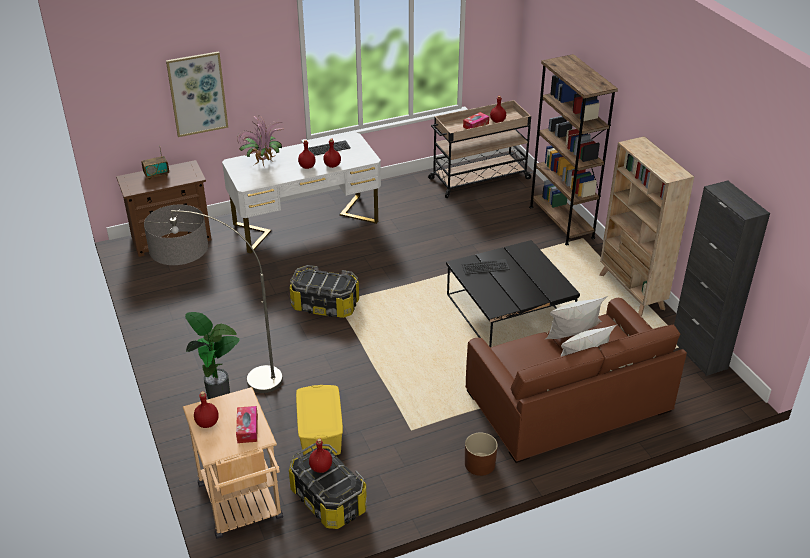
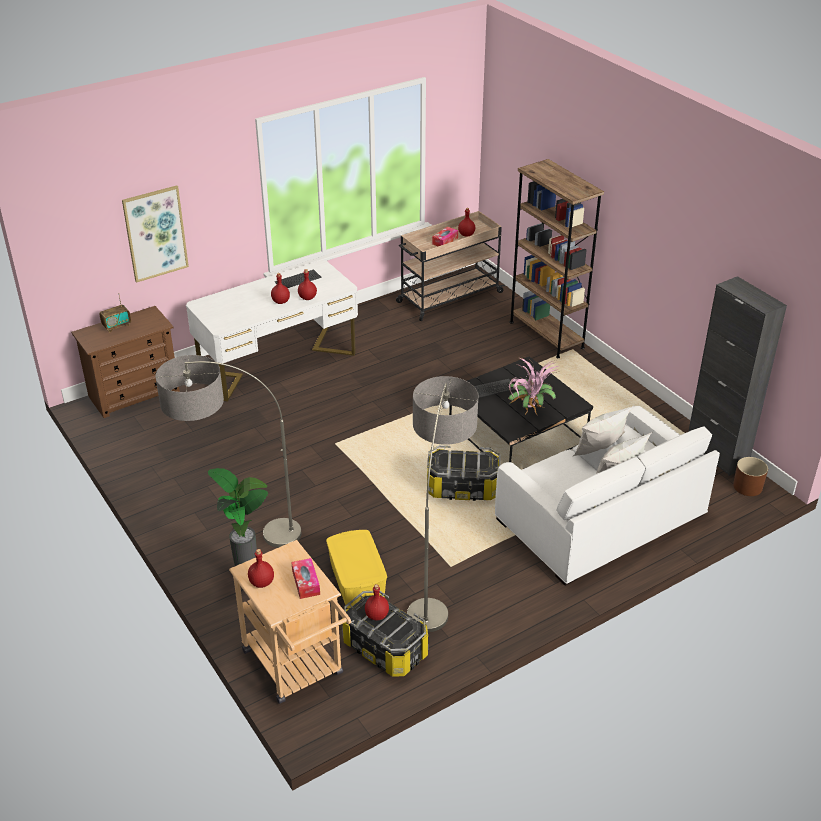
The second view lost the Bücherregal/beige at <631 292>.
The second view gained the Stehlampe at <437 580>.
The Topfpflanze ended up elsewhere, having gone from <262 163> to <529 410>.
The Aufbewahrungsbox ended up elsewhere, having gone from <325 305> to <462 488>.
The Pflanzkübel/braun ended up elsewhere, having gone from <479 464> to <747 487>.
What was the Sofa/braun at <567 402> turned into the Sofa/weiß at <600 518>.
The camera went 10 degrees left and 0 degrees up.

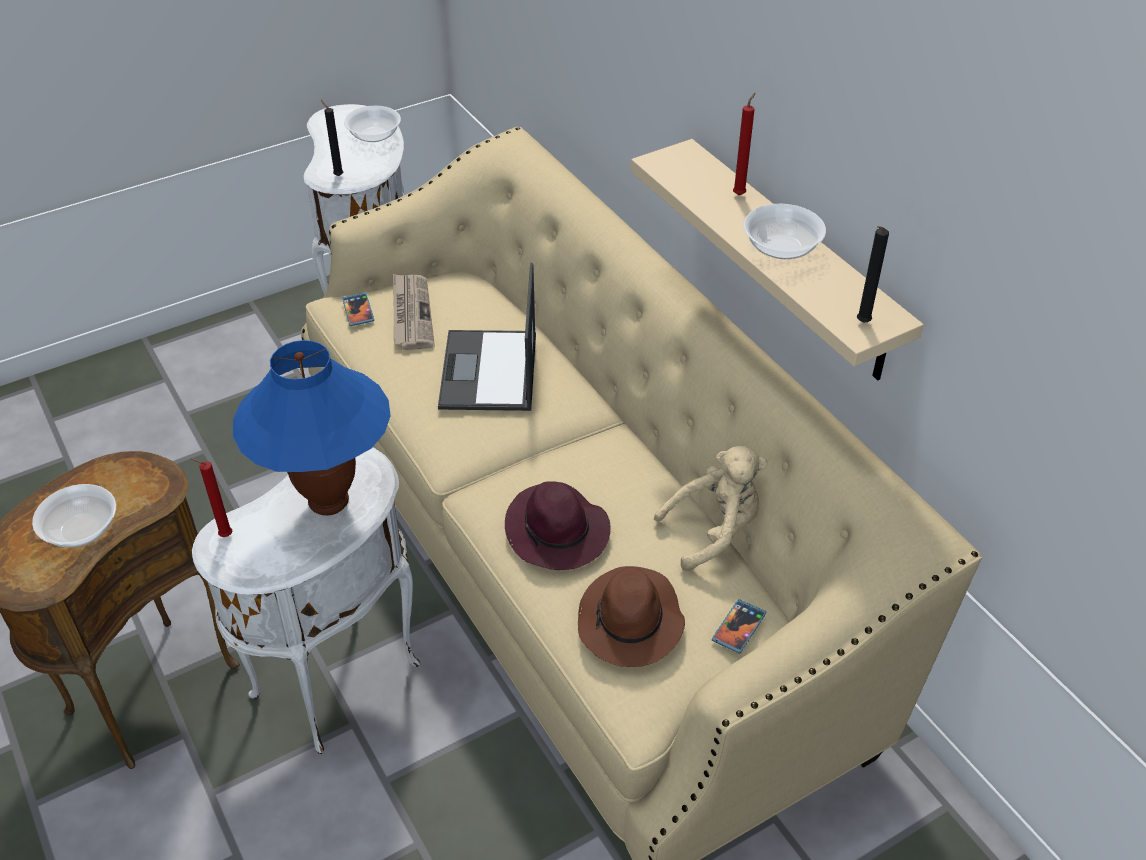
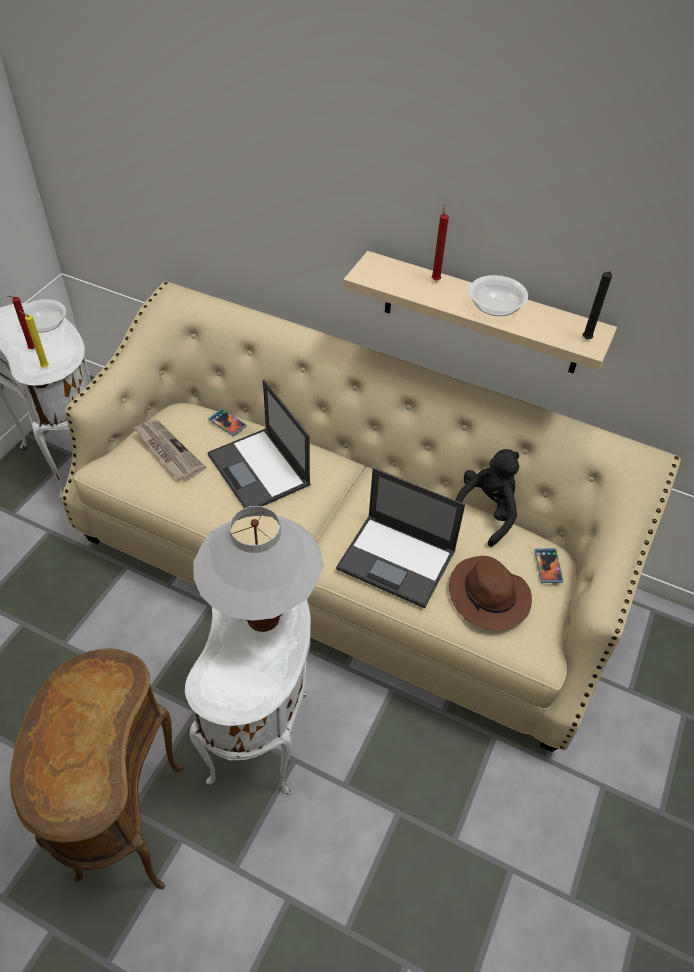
The second view lost the Schüssel at <81 530>.
The Kerze/rot ended up elsewhere, having gone from <224 536> to <31 349>.
The Handy ended up elsewhere, having gone from <358 311> to <227 423>.
Where the Hut/lila stood at <558 532>, the Laptop came to stand at <397 560>.
What was the Tischlampe/blau at <329 502> turned into the Tischlampe/weiß at <264 618>.
What was the Kerze/schwarz at <337 175> turned into the Kerze/gelb at <43 367>.
What was the Plüschtier/beige at <714 531> turned into the Plüschtier/schwarz at <485 512>.
The camera went 35 degrees left and 5 degrees up.

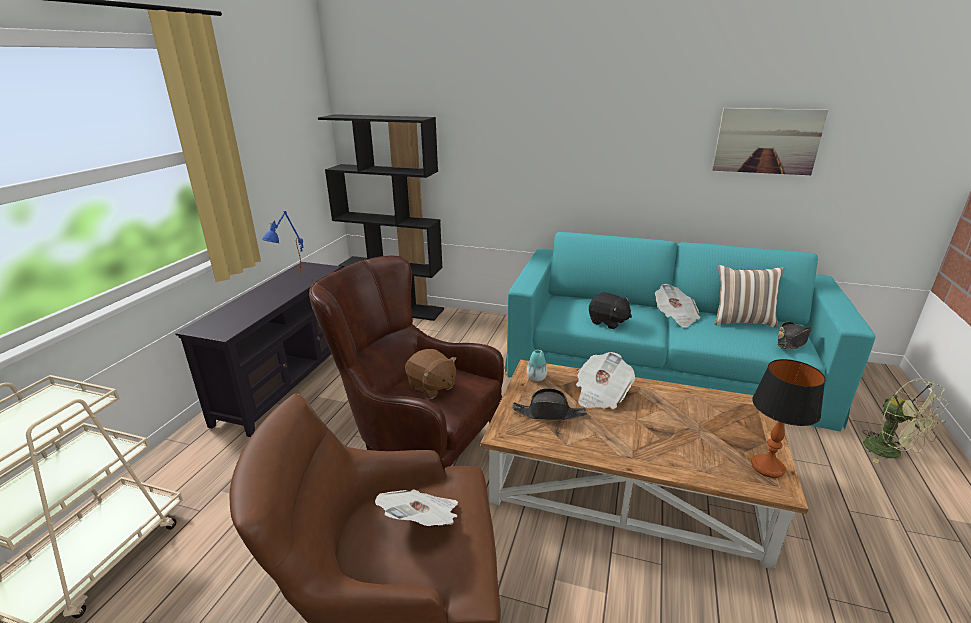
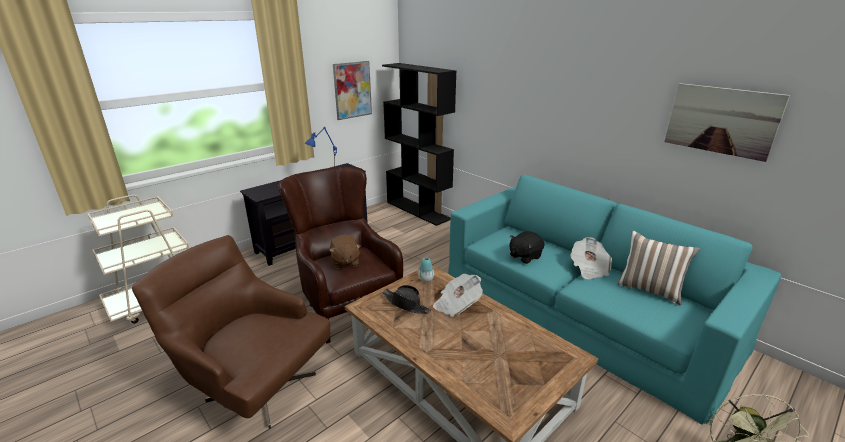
The second view lost the Zeitung at <422 522>.
The second view lost the Tischlampe at <767 467>.
The second view lost the Hut/schwarz at <792 341>.
The second view gained the Bild at <352 90>.
The Plüschtier/schwarz at <608 322> ended up facing another way, 75 degrees clockwise from before.
The camera went 30 degrees right and 0 degrees up.

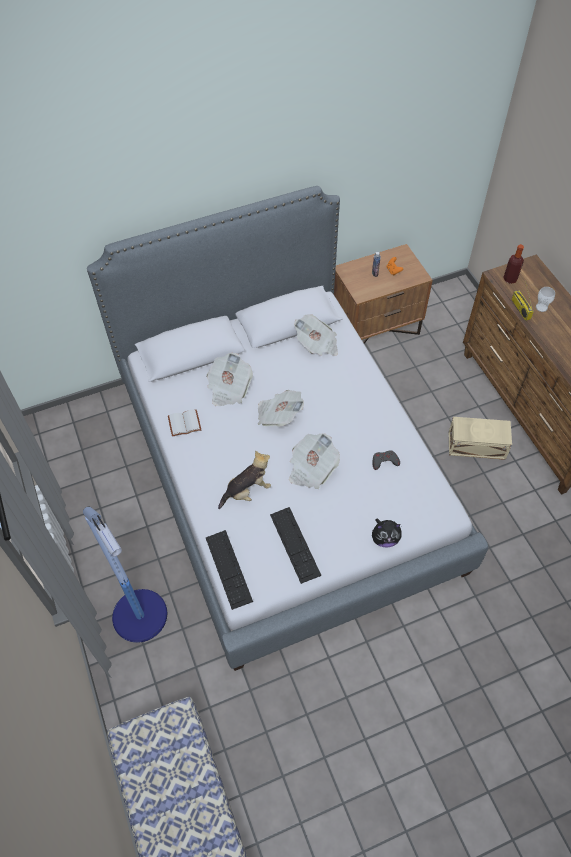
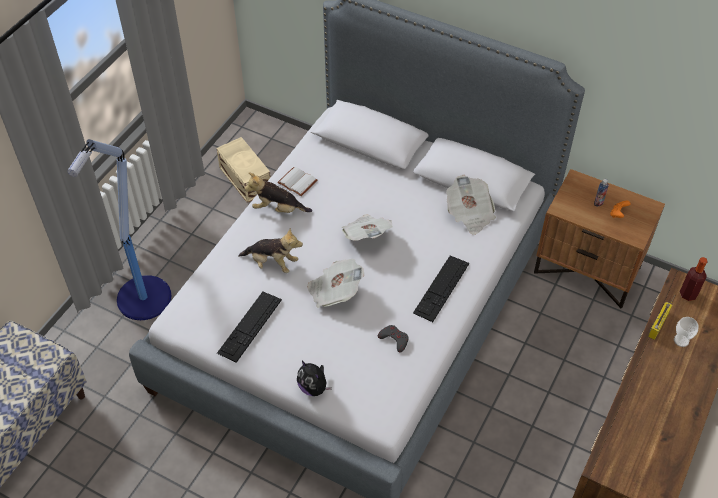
The second view lost the Zeitung at <228 388>.
The second view gained the Plüschtier at <278 209>.
The Tastatur ended up elsewhere, having gone from <228 569> to <441 288>.
The Aufbewahrungsbox/beige ended up elsewhere, having gone from <475 444> to <245 178>.
The camera went 50 degrees right and 5 degrees down.

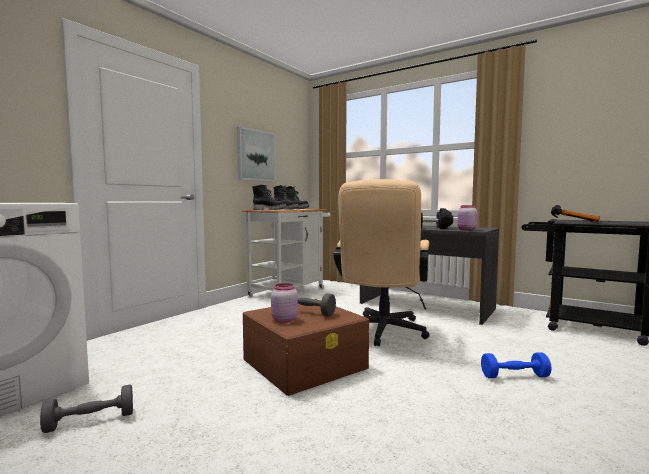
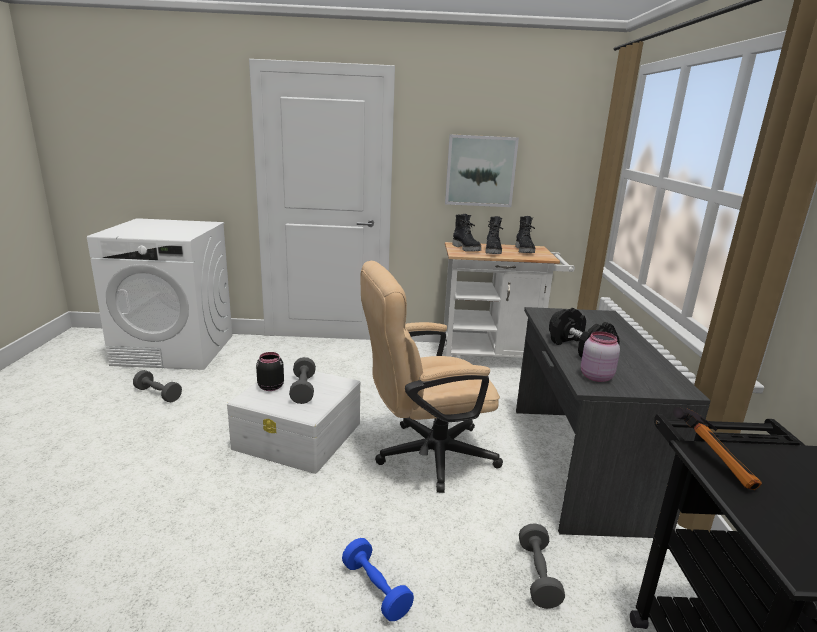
The second view gained the Hantel/grau at <538 575>.
What was the Aufbewahrungsbox/braun at <305 363> turned into the Aufbewahrungsbox/weiß at <299 436>.
What was the Vorratsglas/rosa at <283 320> turned into the Vorratsglas/schwarz at <270 387>.
The camera went 55 degrees right and 15 degrees up.

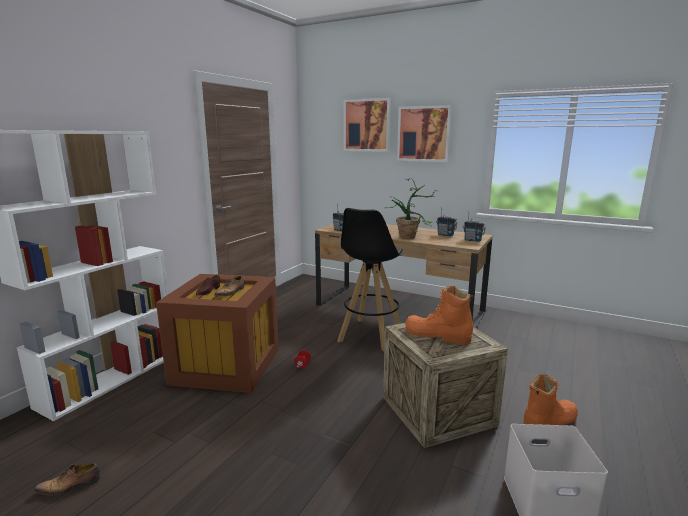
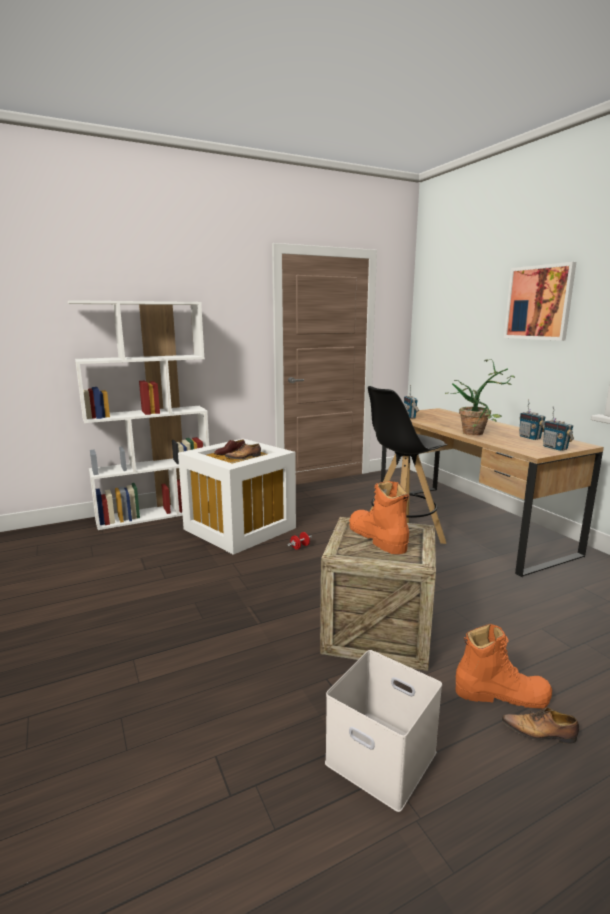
The second view lost the Bild at <367 125>.
The Schuh ended up elsewhere, having gone from <70 486> to <540 733>.
What was the Aufbewahrungsbox/braun at <228 365> turned into the Aufbewahrungsbox/weiß at <241 528>.
The camera went 35 degrees right and 0 degrees up.

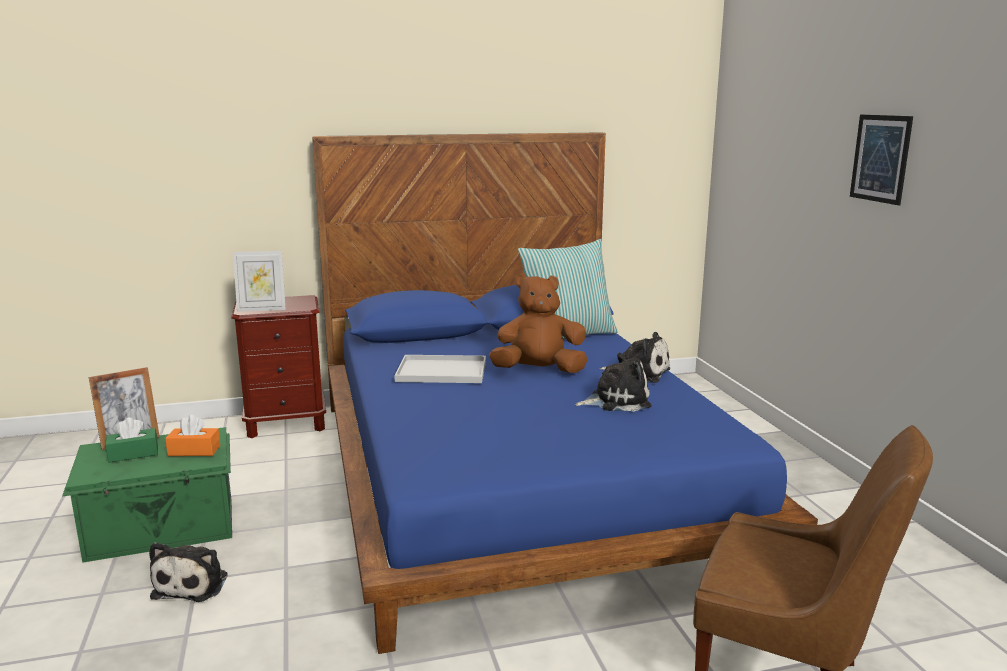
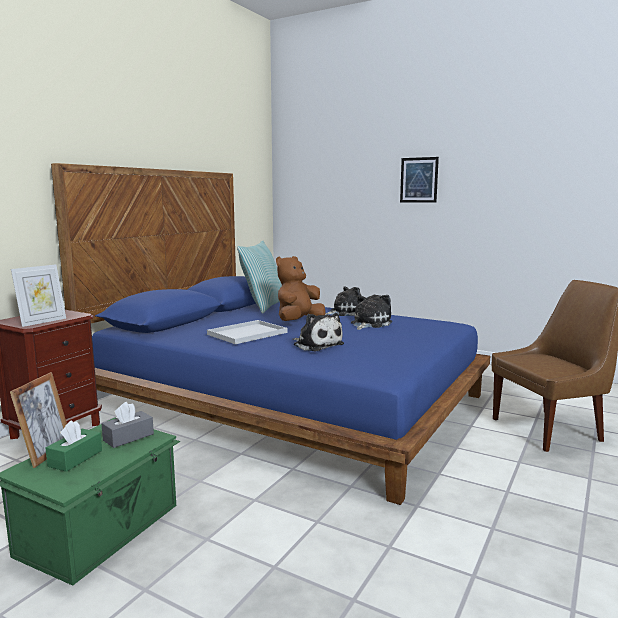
The Plüschtier ended up elsewhere, having gone from <193 584> to <316 345>.
What was the Taschentuchbox/orange at <194 451> turned into the Taschentuchbox/grau at <128 437>.
The camera went 45 degrees left and 5 degrees down.

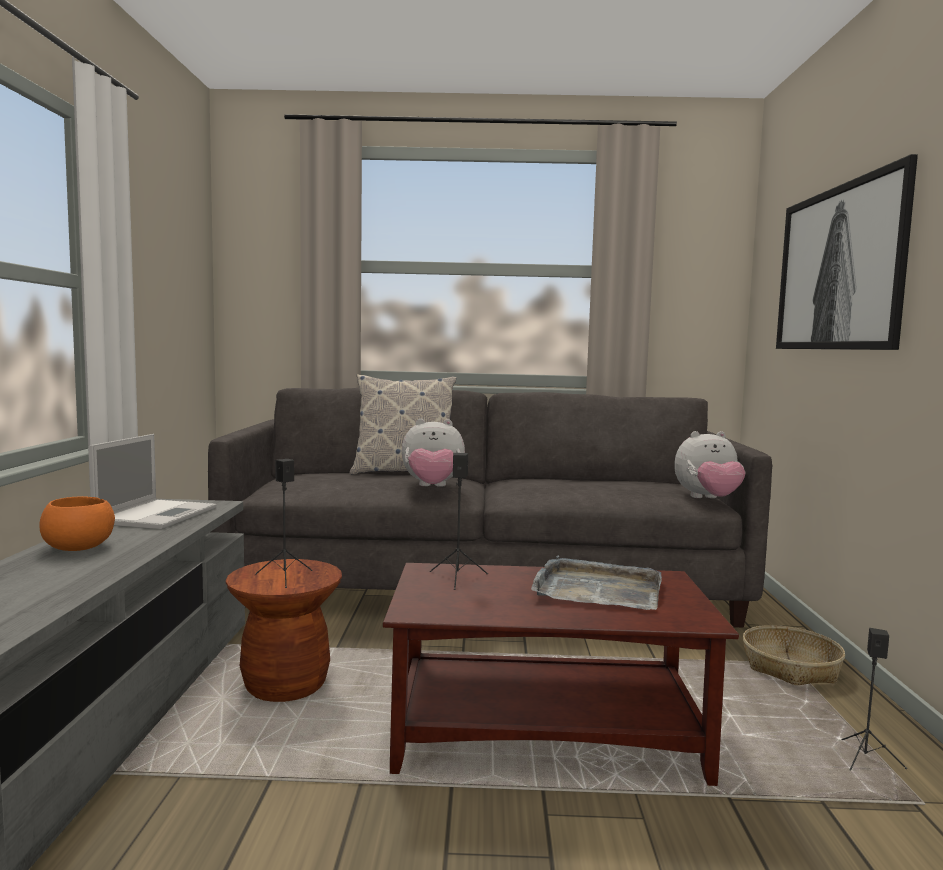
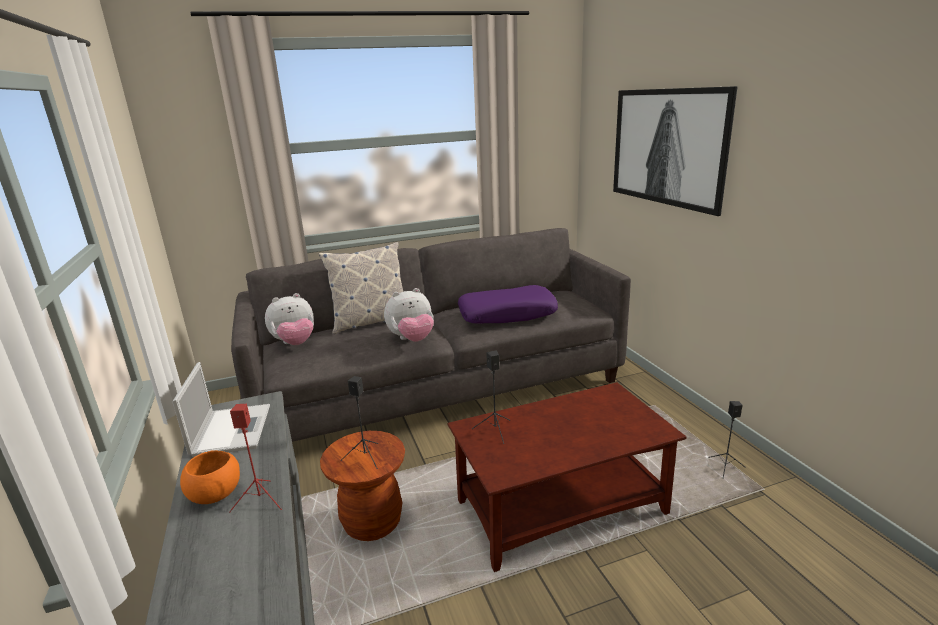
The second view lost the Tablett/grau at <597 589>.
The second view lost the Korb at <791 668>.
The second view gained the Lautsprecher/rot at <261 500>.
The second view gained the Kissen/lila at <507 314>.
The Plüschtier ended up elsewhere, having gone from <708 499> to <295 343>.
The camera went 20 degrees left and 15 degrees up.

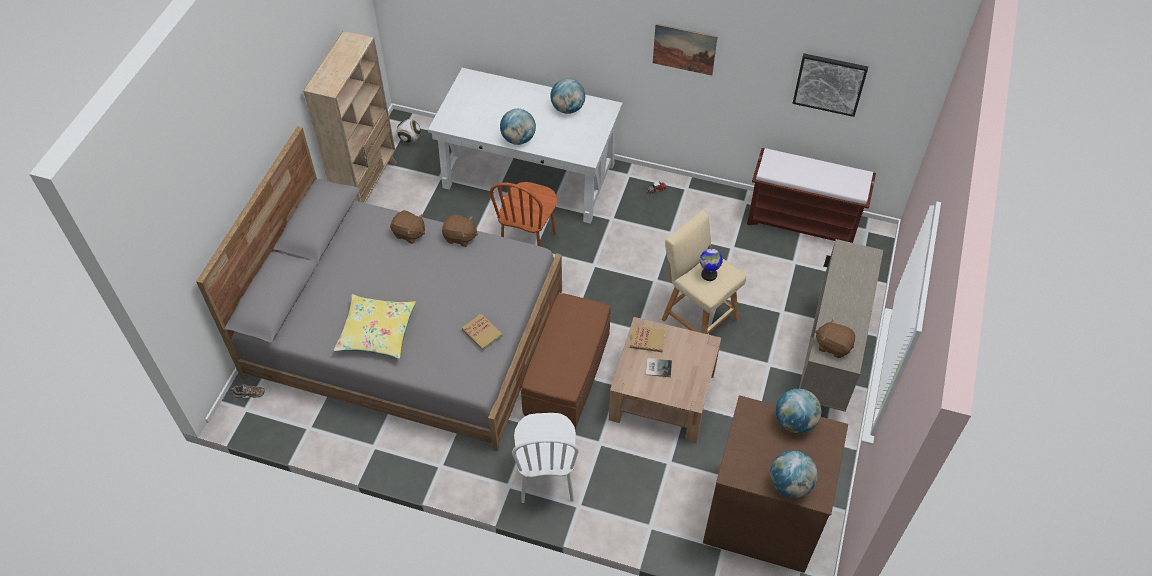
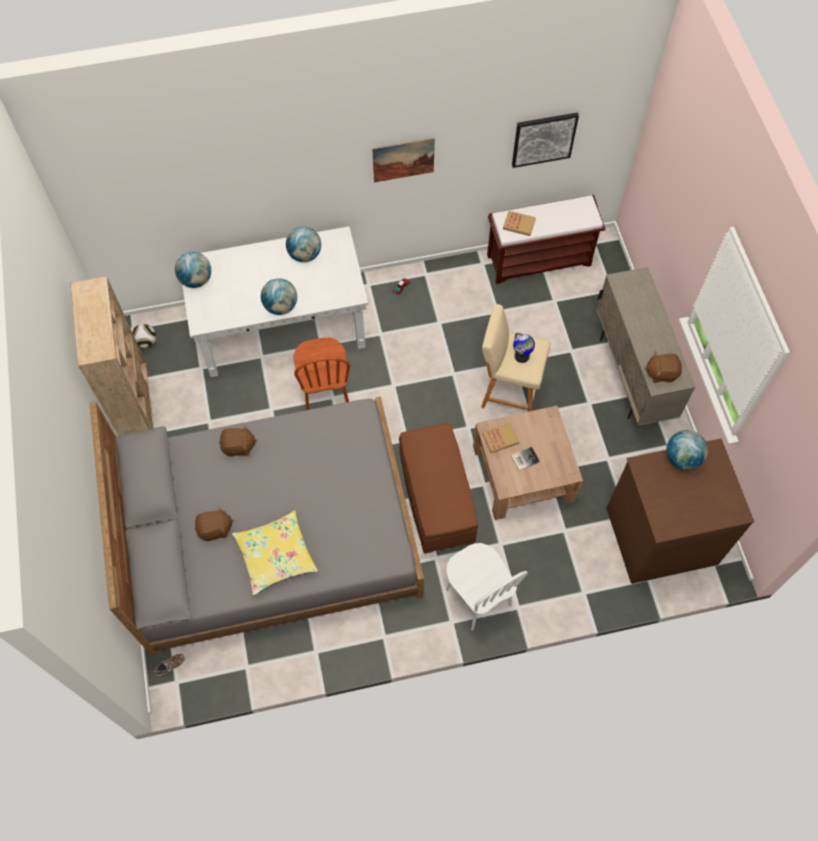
The Plüschtier/braun ended up elsewhere, having gone from <460 237> to <215 529>.
The Buch ended up elsewhere, having gone from <482 333> to <519 224>.
The Globus ended up elsewhere, having gone from <790 484> to <196 280>.
The camera went 30 degrees left and 10 degrees up.

